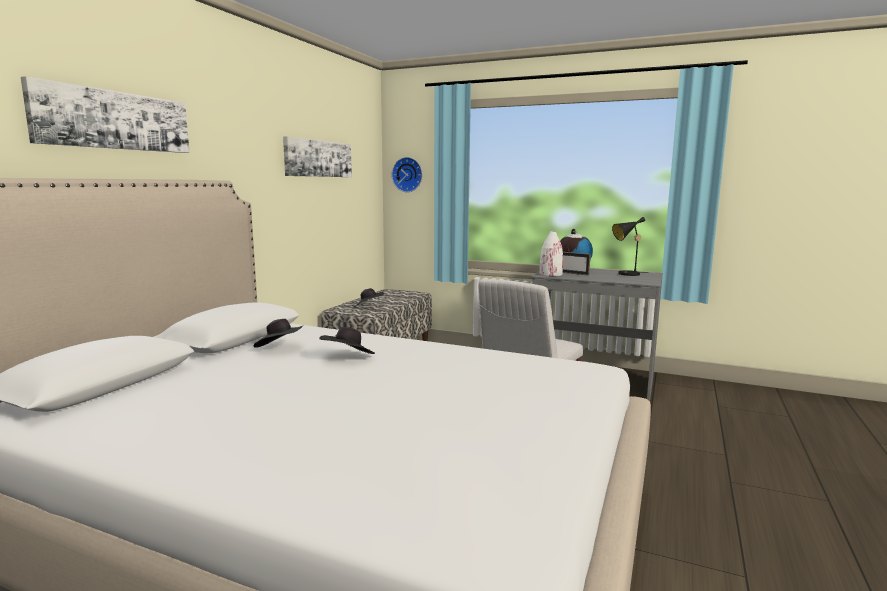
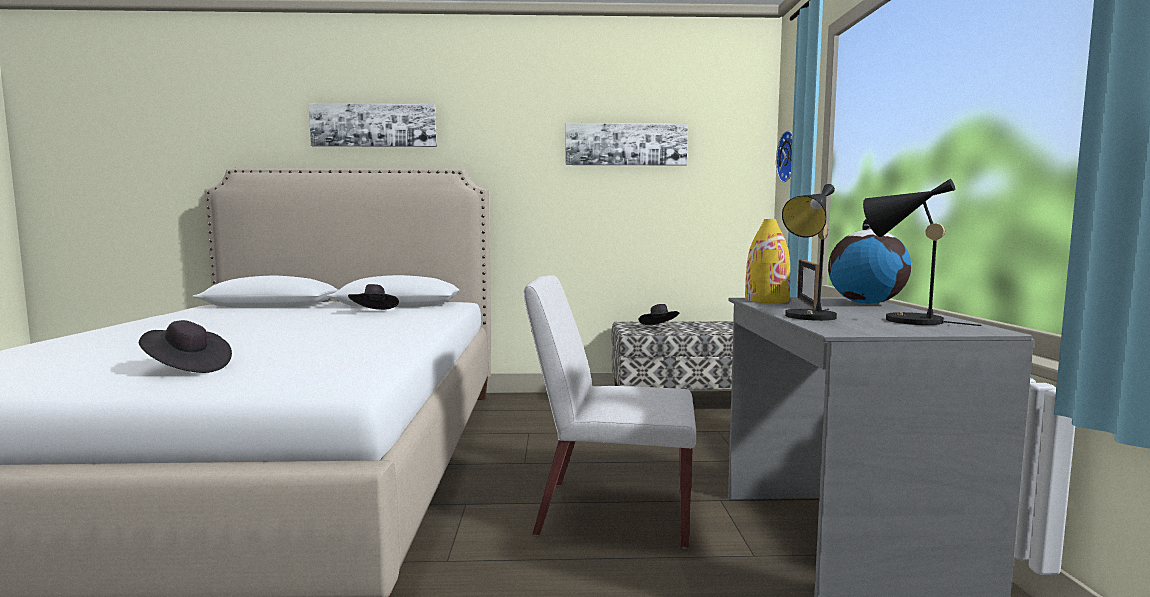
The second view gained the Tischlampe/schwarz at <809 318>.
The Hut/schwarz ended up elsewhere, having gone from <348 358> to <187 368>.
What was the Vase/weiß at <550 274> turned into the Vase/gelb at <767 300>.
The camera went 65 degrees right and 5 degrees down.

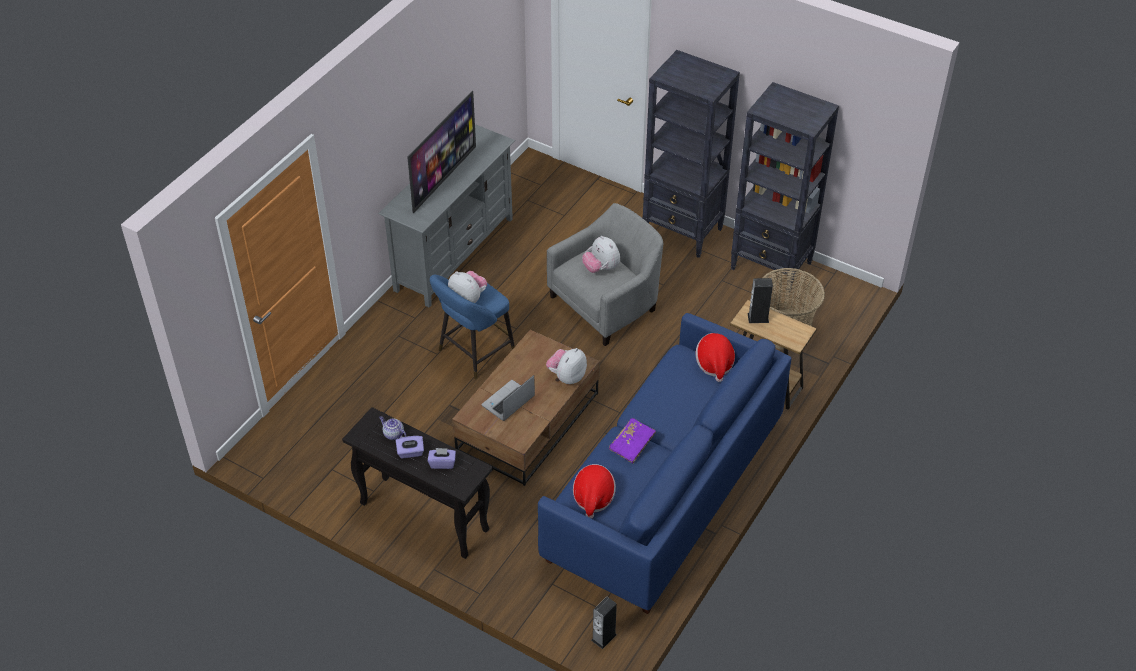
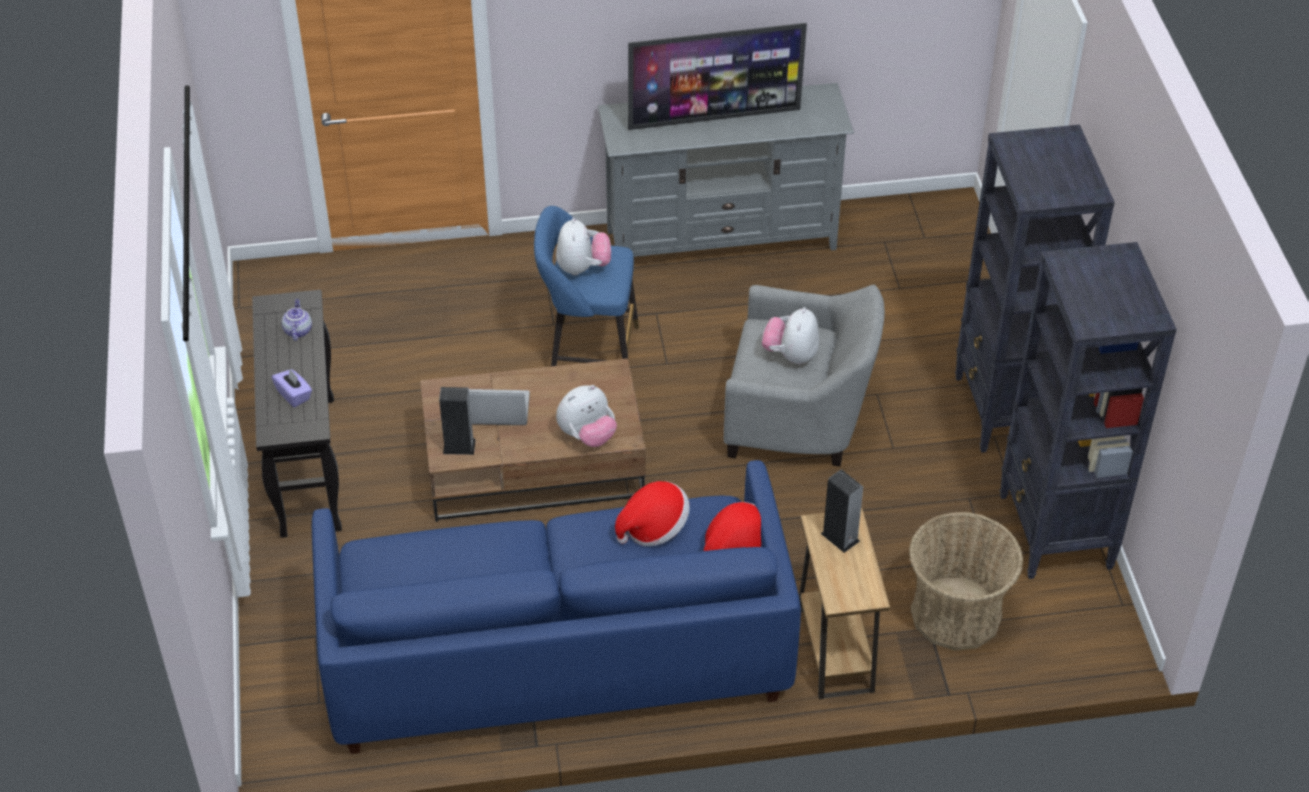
The second view lost the Taschentuchbox/lila at <410 452>.
The second view lost the Buch/lila at <632 445>.
The Hut ended up elsewhere, having gone from <593 497> to <653 527>.
The Lautsprecher ended up elsewhere, having gone from <604 637> to <459 446>.
The Plüschtier at <567 377> ended up facing another way, 150 degrees clockwise from before.
The camera went 50 degrees right and 0 degrees up.

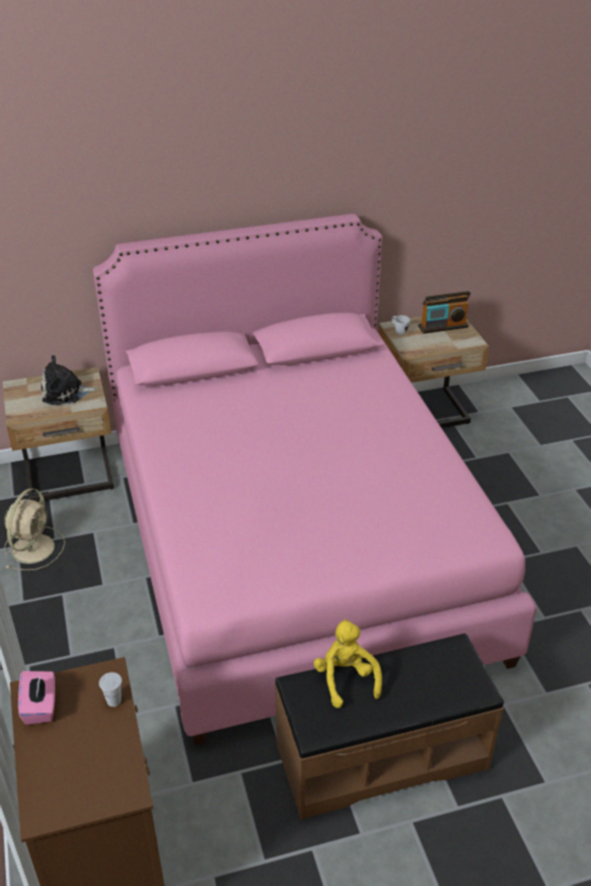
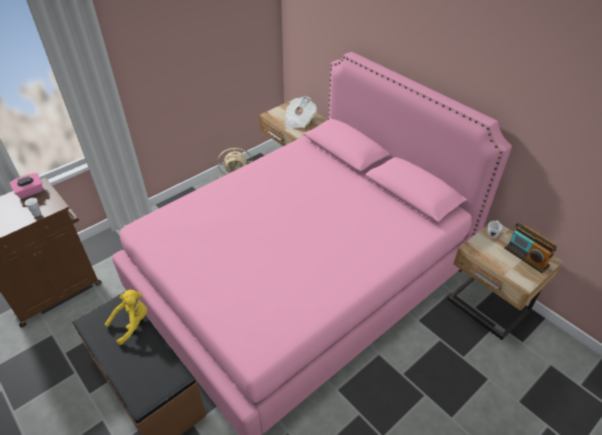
Where the Plüschtier stood at <65 393>, the Zeitung came to stand at <299 121>.
The camera went 65 degrees right and 5 degrees up.

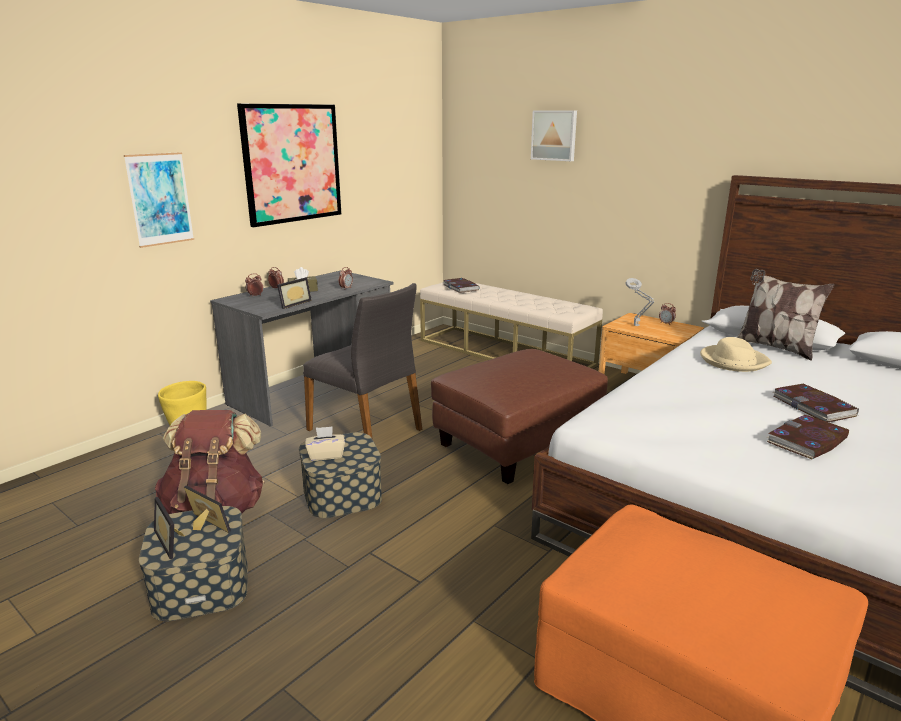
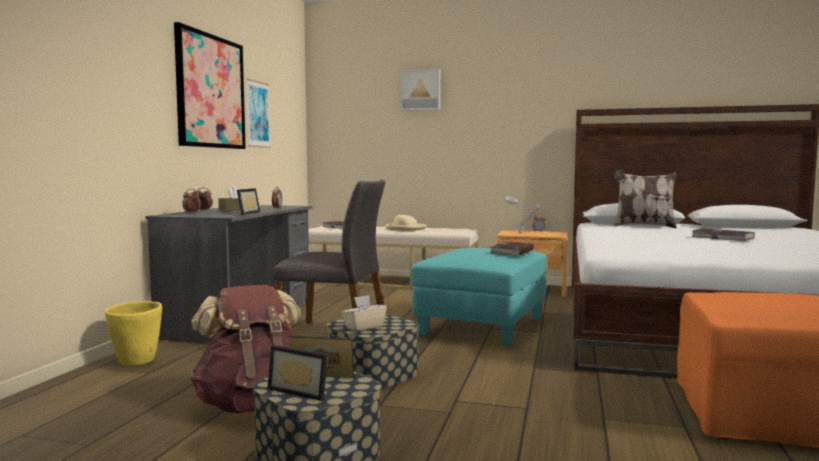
The Bild ended up elsewhere, having gone from <160 199> to <258 114>.
The Hut/beige ended up elsewhere, having gone from <733 361> to <405 229>.
The Buch ended up elsewhere, having gone from <807 440> to <512 252>.
What was the Polsterhocker/braun at <517 445> turned into the Polsterhocker/türkis at <482 326>.
The camera went 25 degrees left and 15 degrees down.

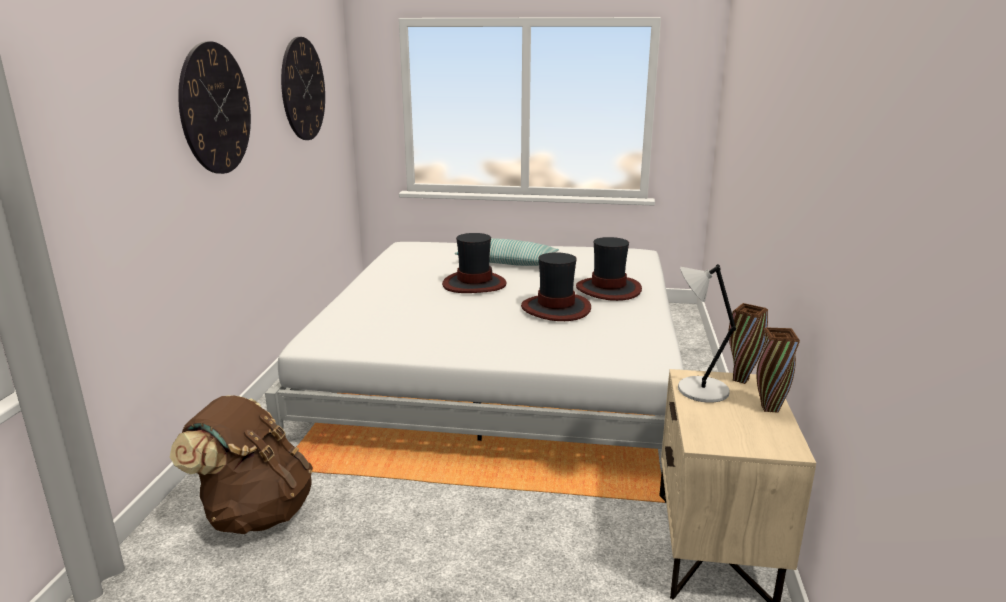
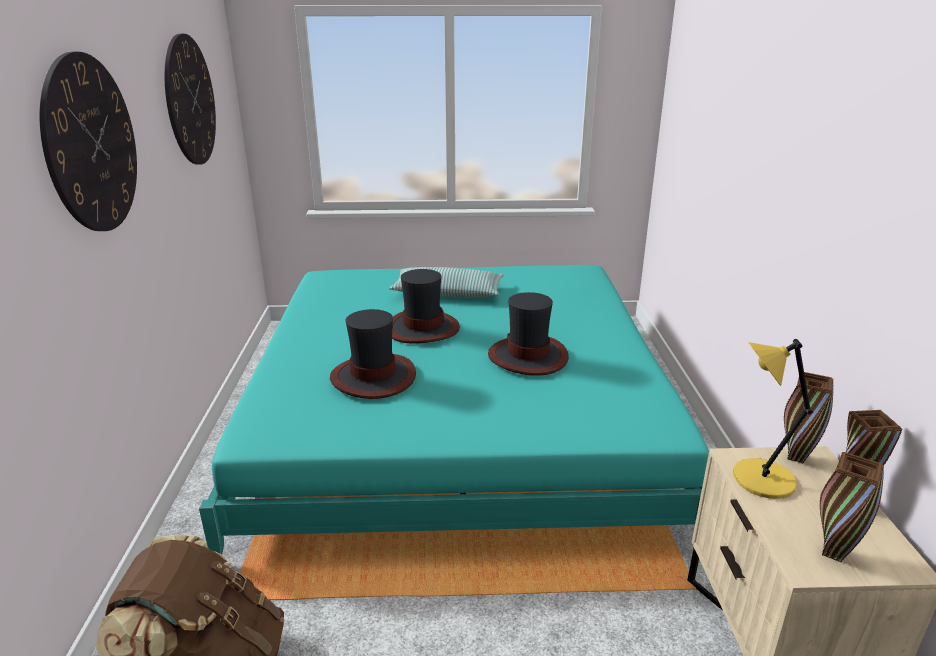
The second view gained the Vase/braun at <832 553>.
The Hut ended up elsewhere, having gone from <608 289> to <373 377>.
What was the Bett/weiß at <502 367> turned into the Bett/türkis at <458 416>.
What was the Tischlampe/grau at <699 390> turned into the Tischlampe/gelb at <759 479>.
The camera went 10 degrees left and 5 degrees up.

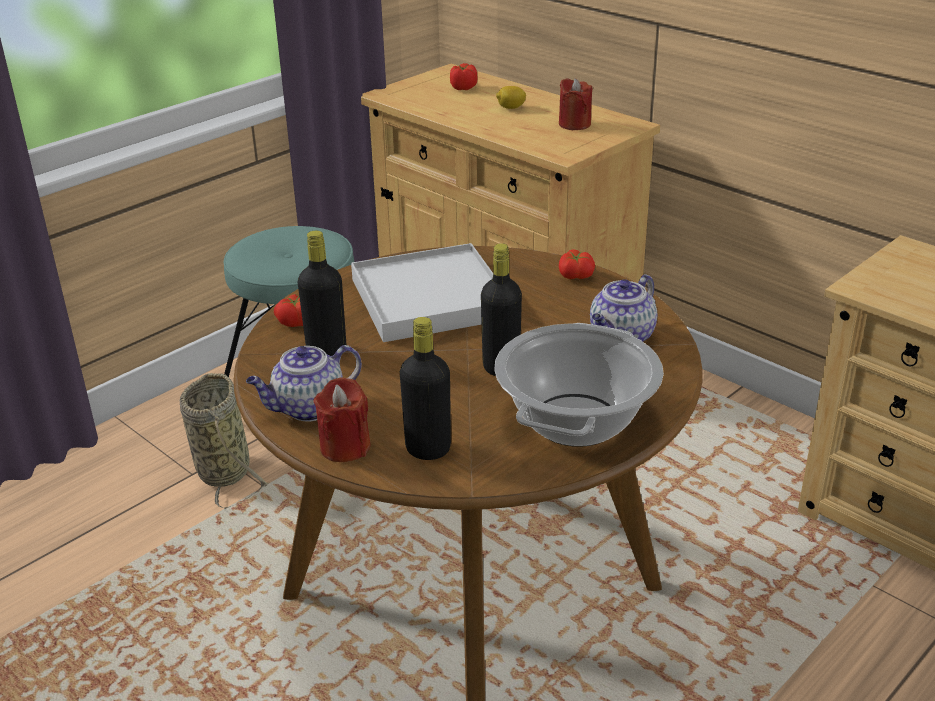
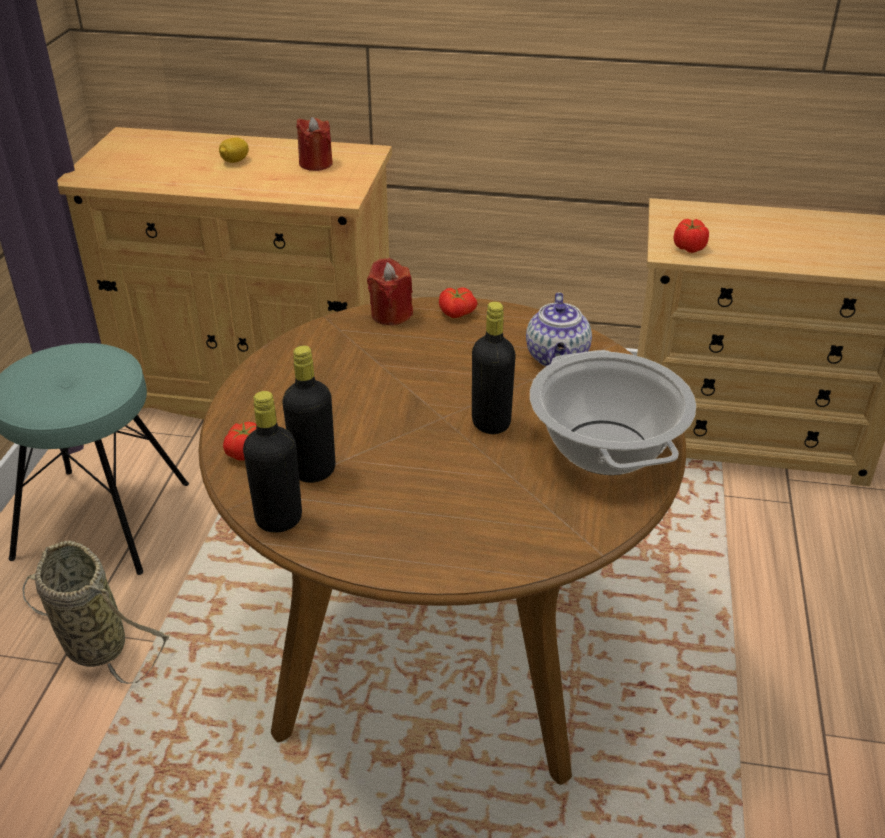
The second view lost the Teekanne at <308 408>.
The second view lost the Tablett/weiß at <429 299>.
The Kerze/rot ended up elsewhere, having gone from <345 447> to <391 314>.
The Flasche/schwarz ended up elsewhere, having gone from <428 449> to <279 520>.
The Tomate ended up elsewhere, having gone from <463 88> to <689 248>.
The camera went 35 degrees left and 5 degrees up.

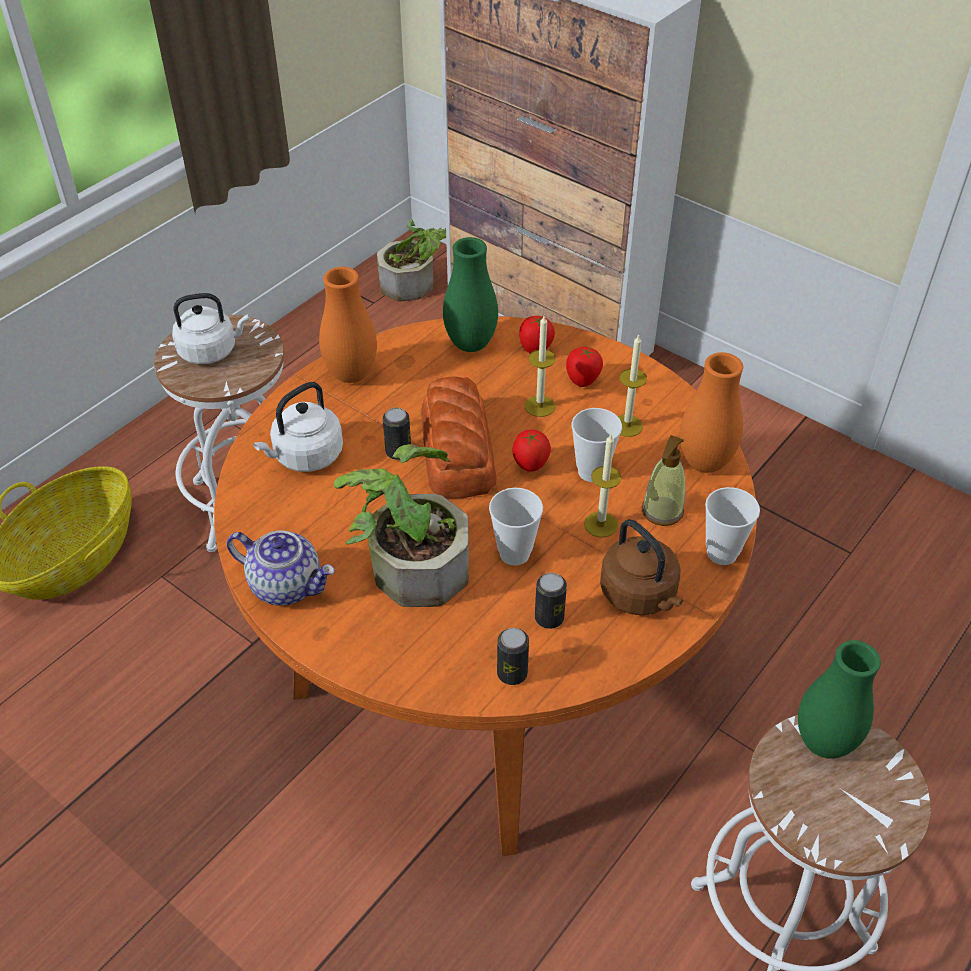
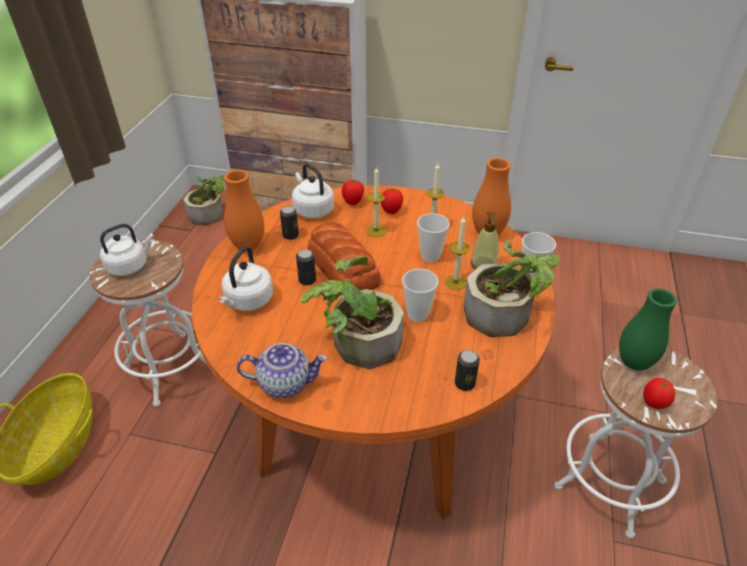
The Tomate ended up elsewhere, having gone from <530 466> to <653 403>.
The Dose ended up elsewhere, having gone from <549 618> to <290 235>.
Where the Vase/grün stood at <470 344>, the Wasserkessel/weiß came to stand at <312 209>.
Where the Wasserkessel/braun stood at <640 595>, the Topfpflanze came to stand at <505 313>.
The camera went 25 degrees left and 5 degrees down.

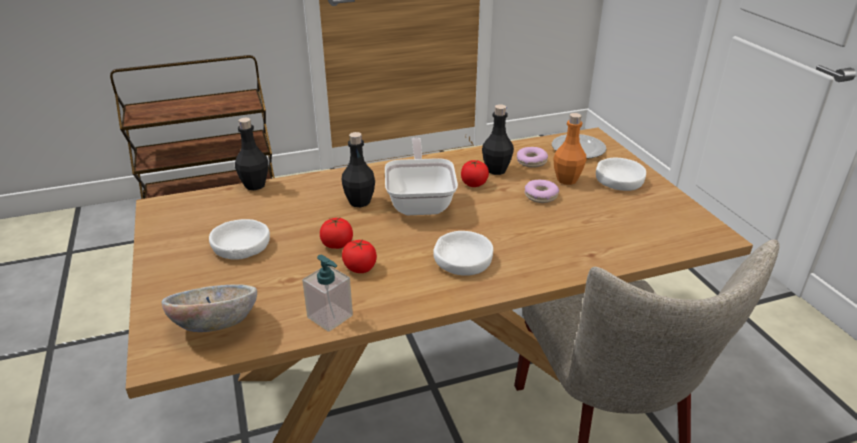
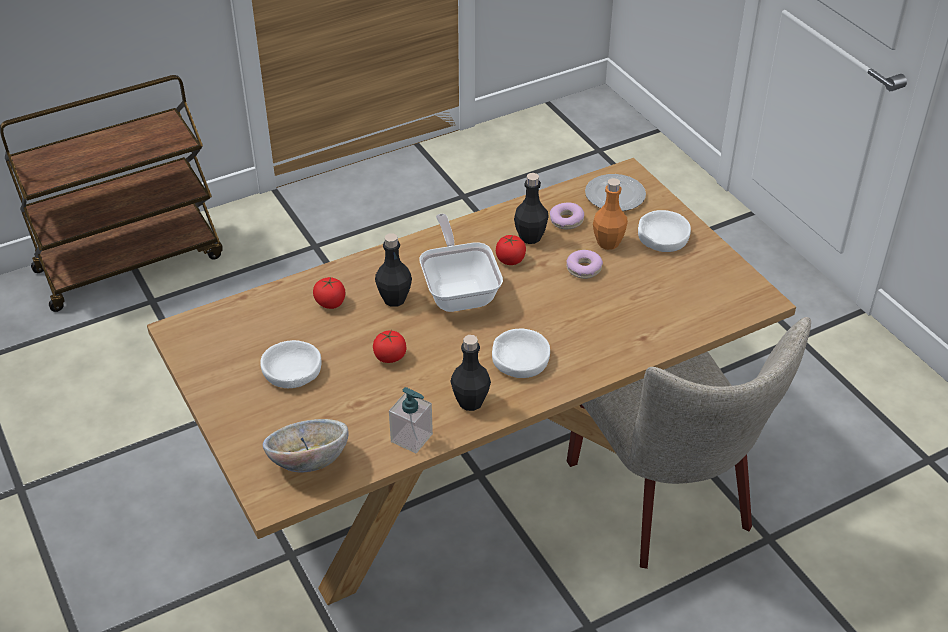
The Flasche/schwarz ended up elsewhere, having gone from <255 185> to <470 402>.
The Tomate ended up elsewhere, having gone from <360 268> to <330 303>.
The camera went 10 degrees left and 10 degrees up.

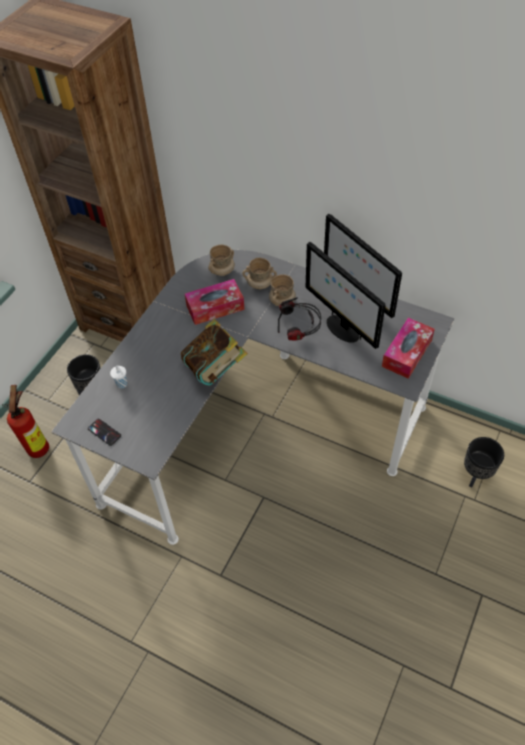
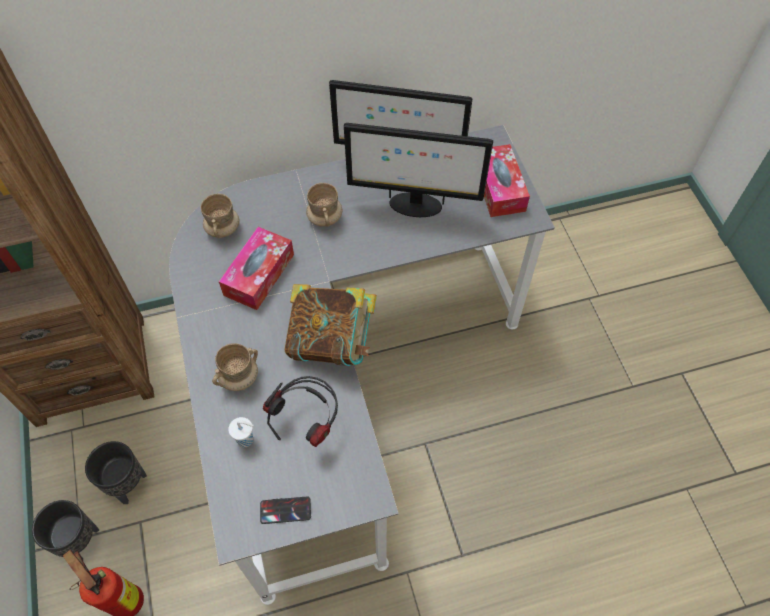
The Henkelbecher/beige ended up elsewhere, having gone from <259 284> to <239 378>.
The Kopfhörer ended up elsewhere, having gone from <299 335> to <308 423>.
The Pflanzkübel/schwarz ended up elsewhere, having gone from <475 474> to <79 541>.
The camera went 45 degrees left and 5 degrees up.

